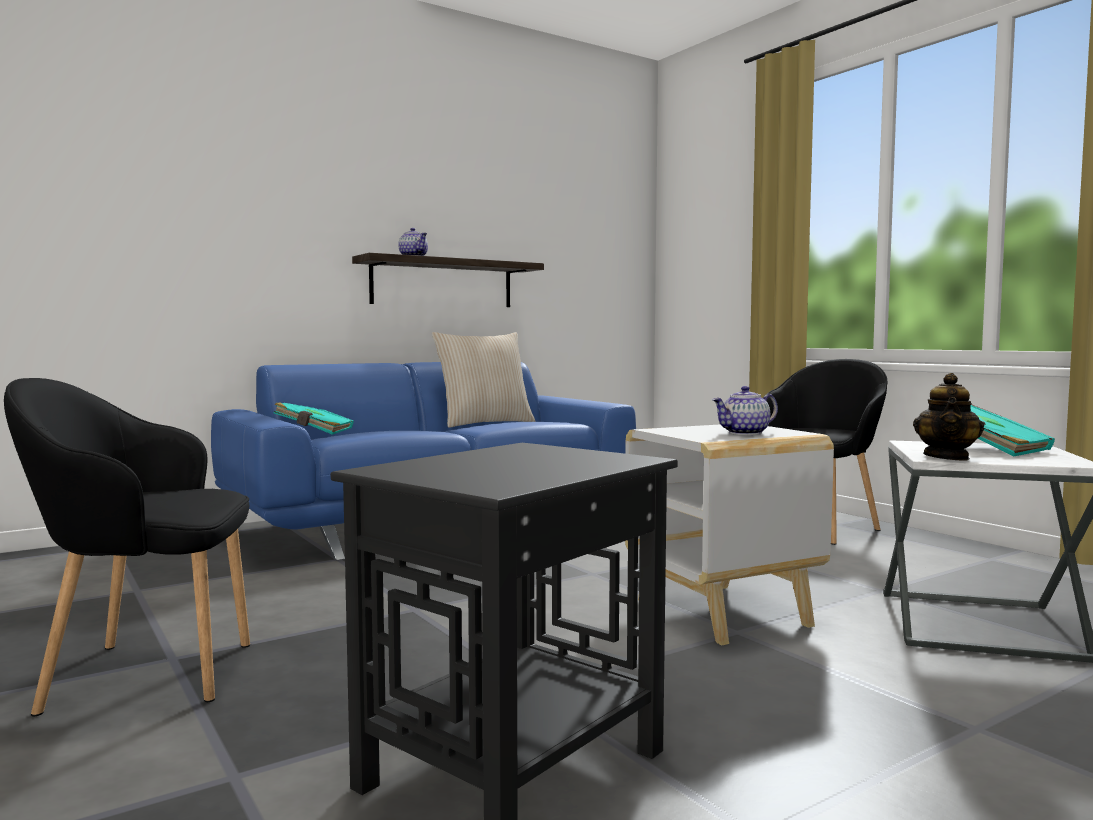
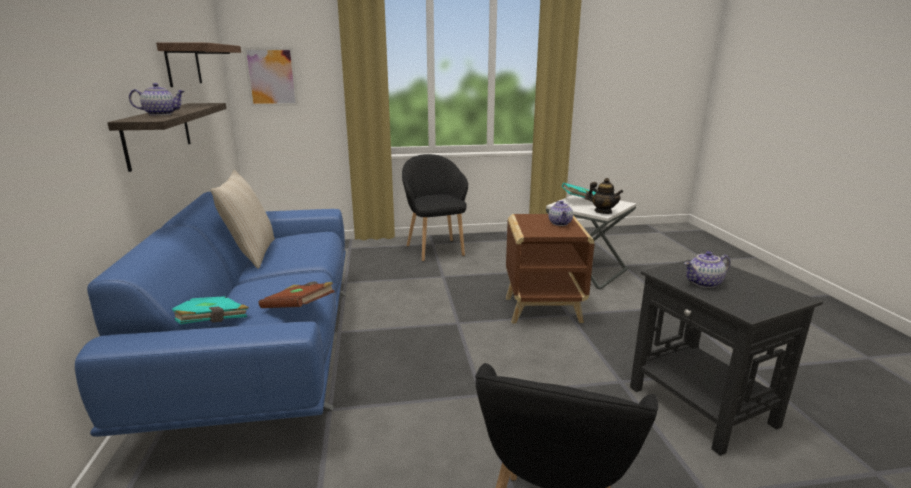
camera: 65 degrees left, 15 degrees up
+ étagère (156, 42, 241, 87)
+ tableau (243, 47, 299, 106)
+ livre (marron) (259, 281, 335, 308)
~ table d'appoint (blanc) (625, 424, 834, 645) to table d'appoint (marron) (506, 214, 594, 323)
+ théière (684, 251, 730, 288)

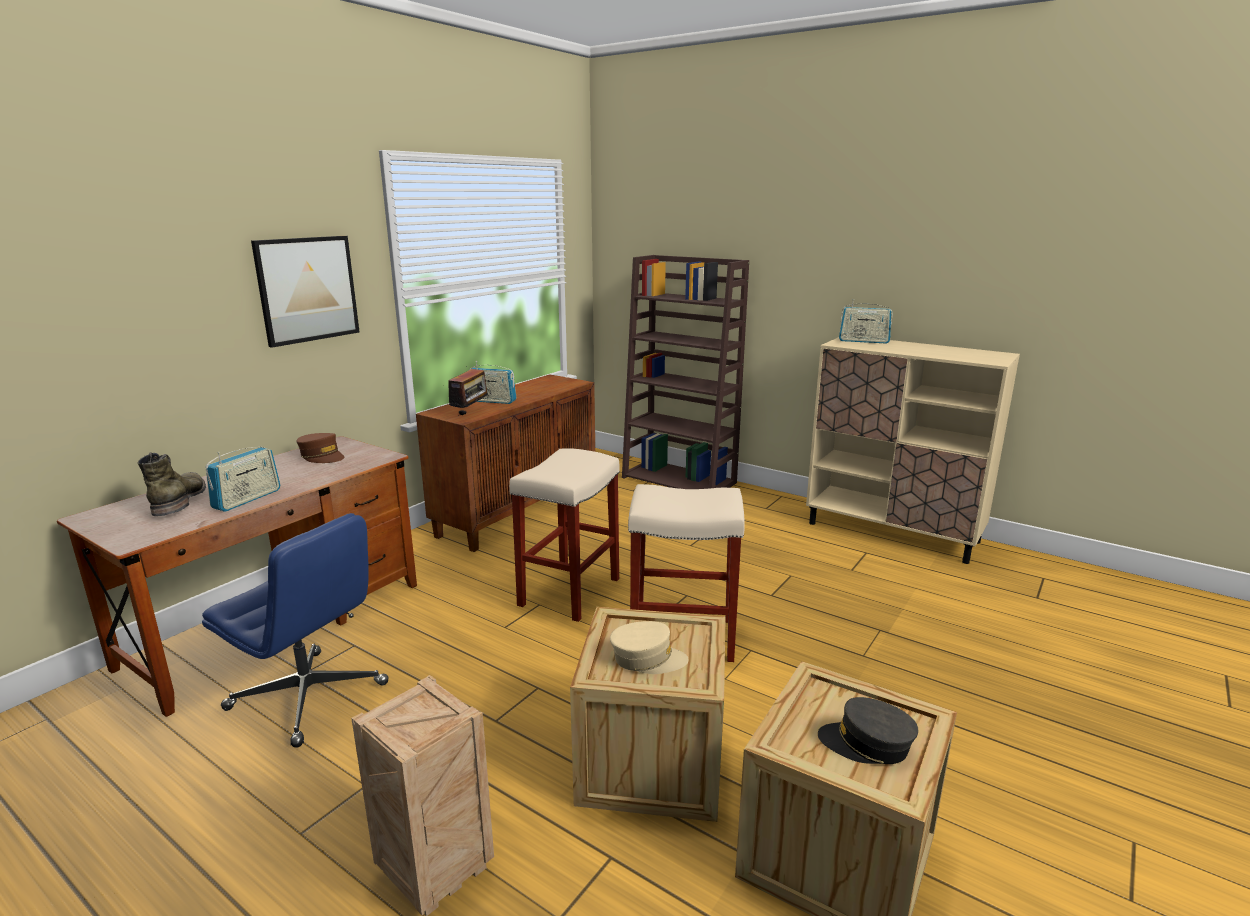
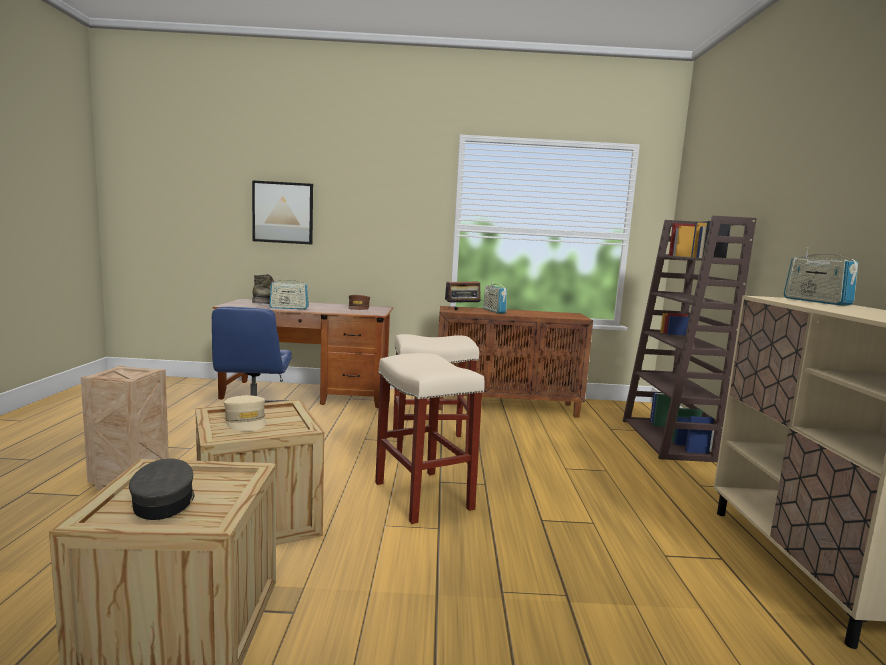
camera: 55 degrees right, 10 degrees down
~ tableau (251, 236, 359, 348) to (252, 180, 313, 244)

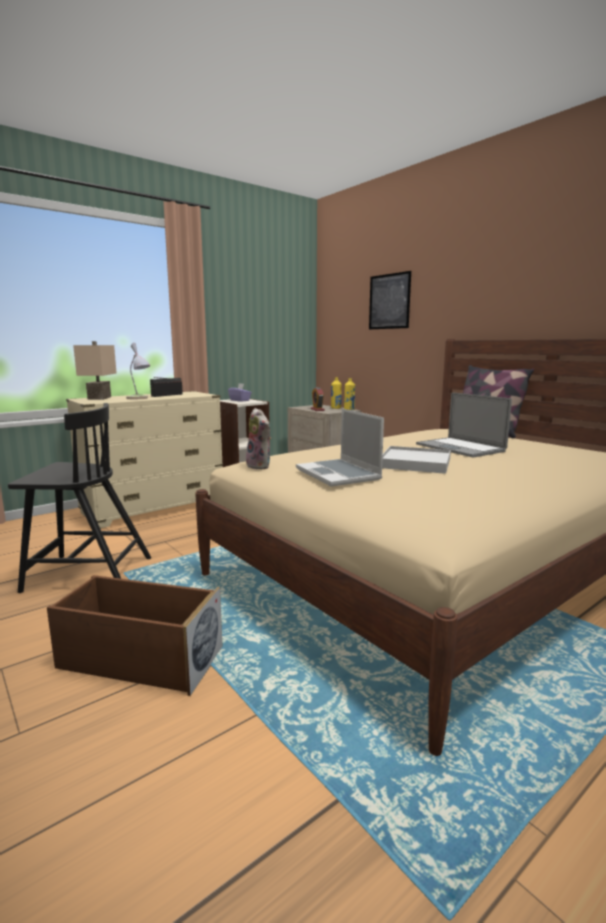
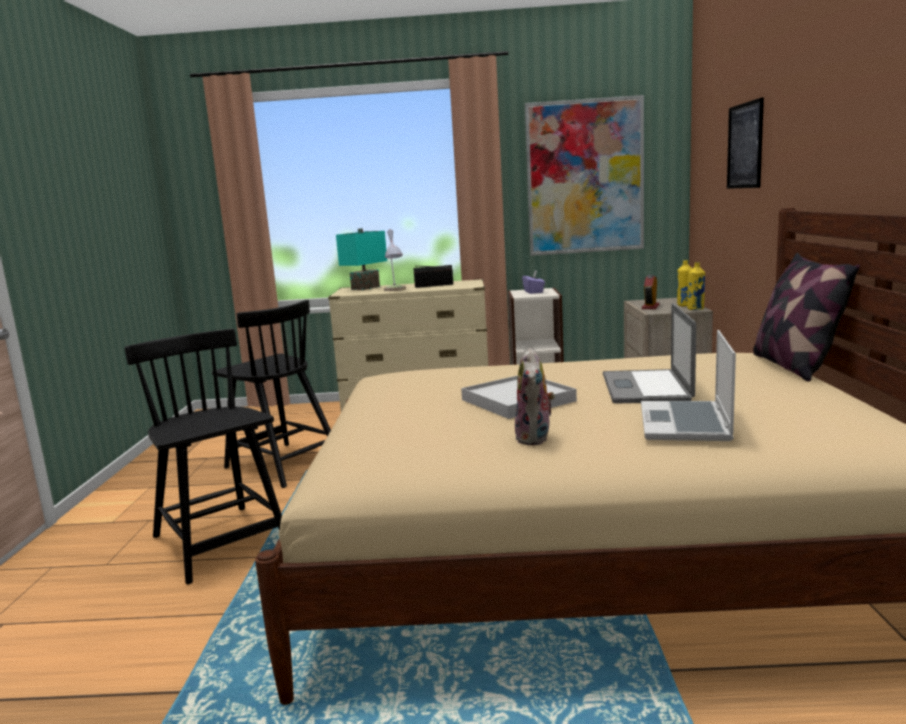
camera: 40 degrees right, 0 degrees up
~ boîte de rangement (marron) (47, 575, 223, 696) to chaise (noir) (124, 329, 282, 584)
~ lampe de table (beige) (73, 341, 117, 400) to lampe de table (turquoise) (336, 228, 387, 290)
~ peluche (246, 408, 271, 469) to (515, 348, 555, 445)
+ tableau (525, 95, 644, 256)
~ ordinateur portable (296, 408, 384, 487) to (641, 330, 736, 441)

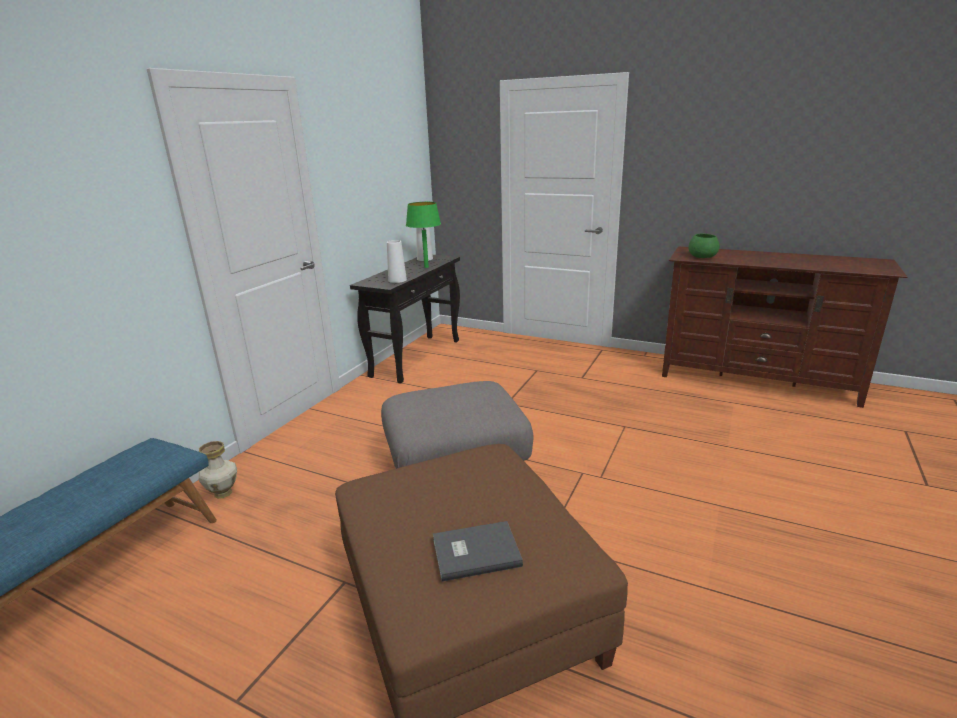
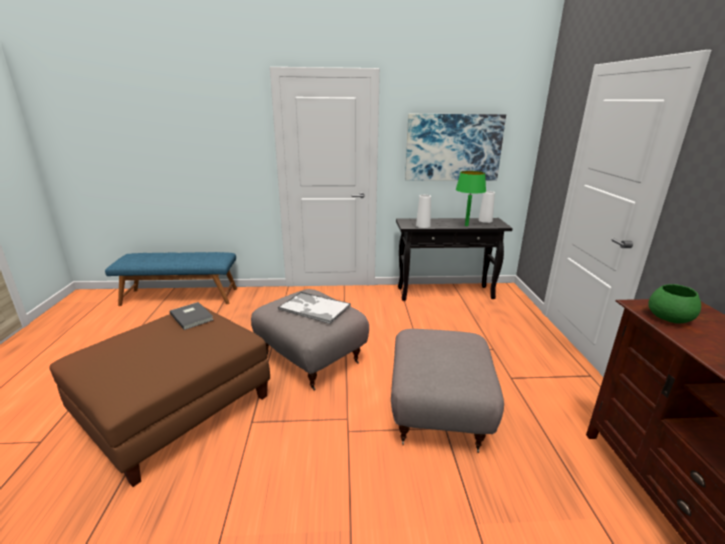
camera: 60 degrees right, 0 degrees up
~ livre (gris) (433, 521, 523, 582) to (170, 302, 214, 330)
+ plateau (278, 291, 351, 324)
+ pouf (gris) (391, 329, 504, 453)
+ tableau (405, 114, 506, 181)
- vase (199, 441, 237, 499)

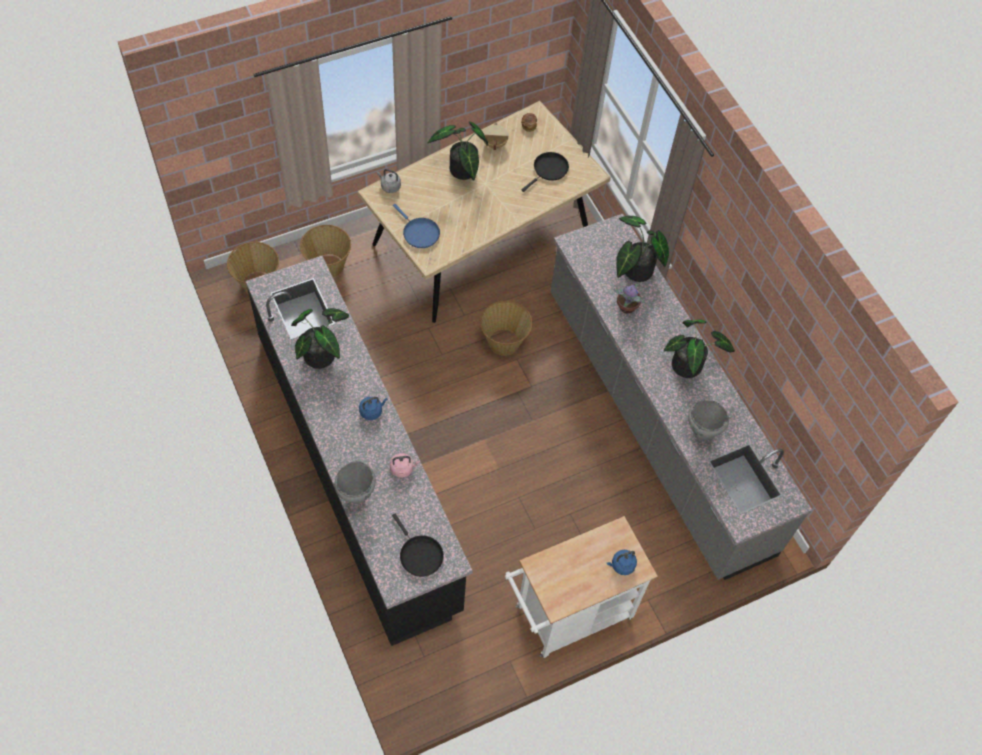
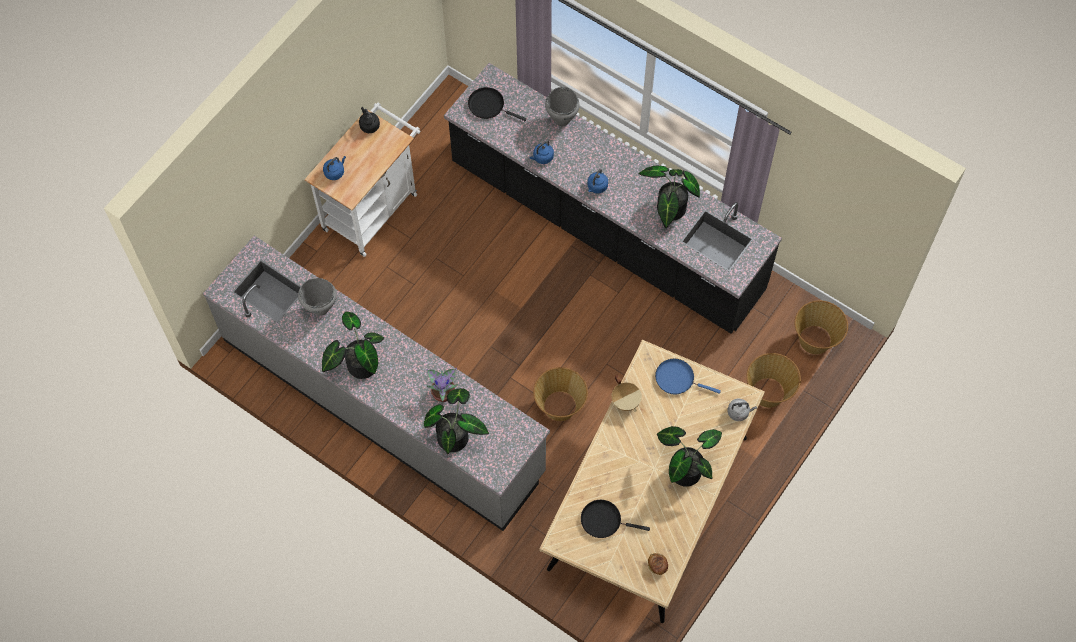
camera: 155 degrees right, 5 degrees up
+ bouilloire (noir) (359, 107, 380, 133)
~ bouilloire (rose) (390, 453, 420, 477) to bouilloire (bleu) (529, 140, 554, 164)
~ poêle (noir) (522, 152, 569, 192) = (581, 500, 650, 538) 90 degrees clockwise
~ marmite (beige) (482, 122, 509, 150) to (612, 375, 642, 412)

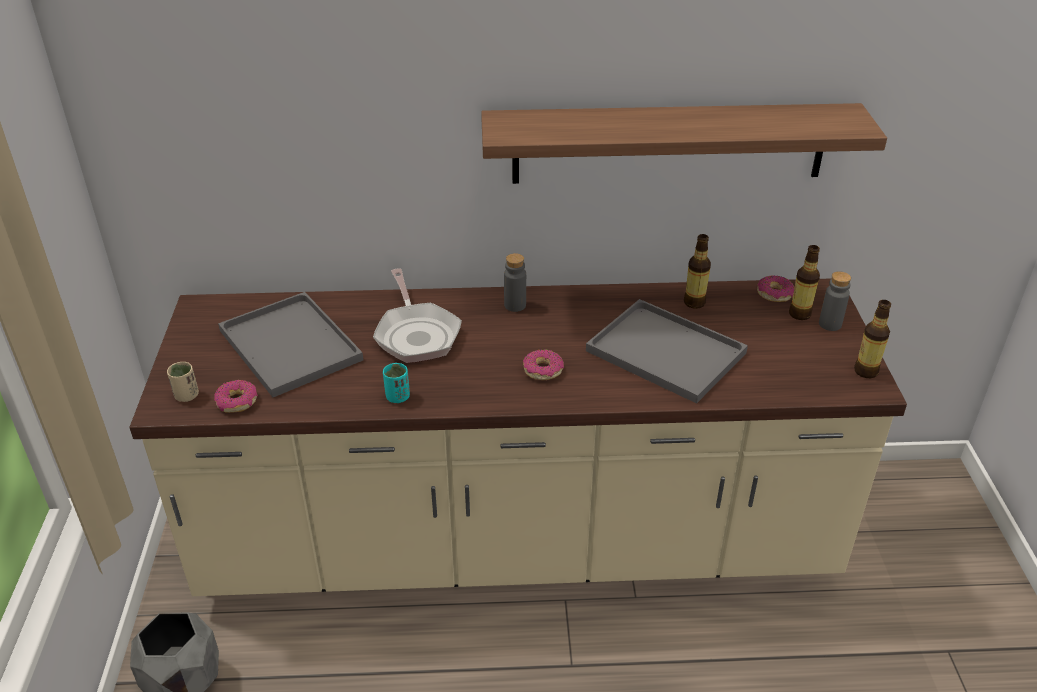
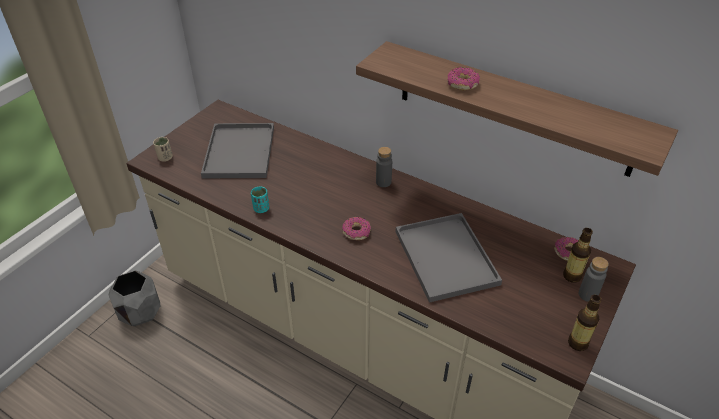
camera: 35 degrees right, 5 degrees up
~ beignet (214, 380, 258, 413) to (447, 67, 480, 90)
- poêle (373, 268, 462, 363)
- bouteille (684, 234, 711, 309)

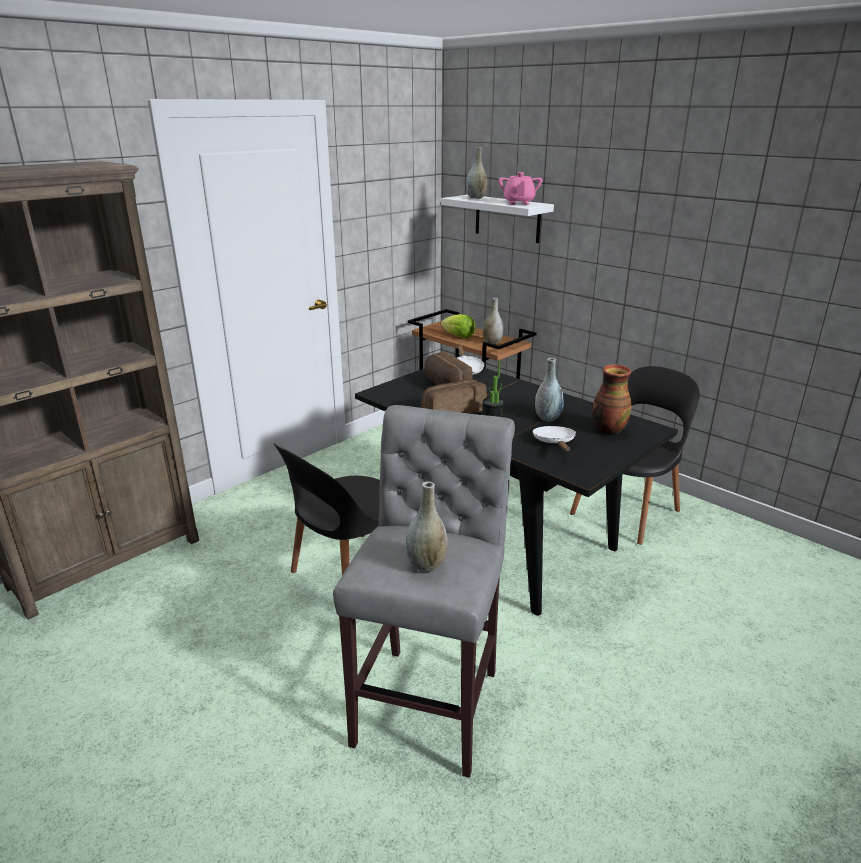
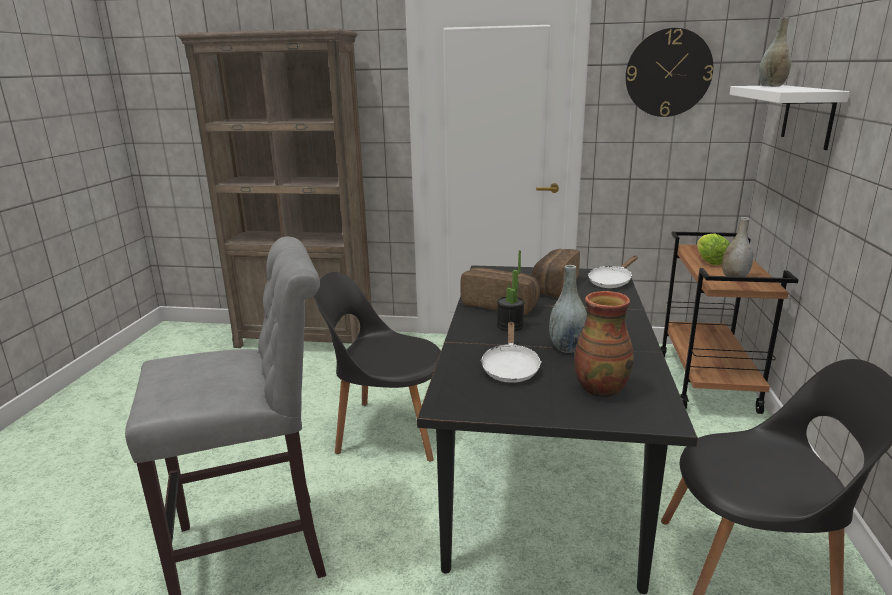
camera: 55 degrees right, 5 degrees down
~ poêle (blanc) (533, 426, 576, 451) = (480, 322, 541, 383) 135 degrees clockwise
+ horloge murale (625, 28, 713, 117)
- vase (gris) (406, 481, 448, 572)
- théière (rose) (498, 172, 543, 205)

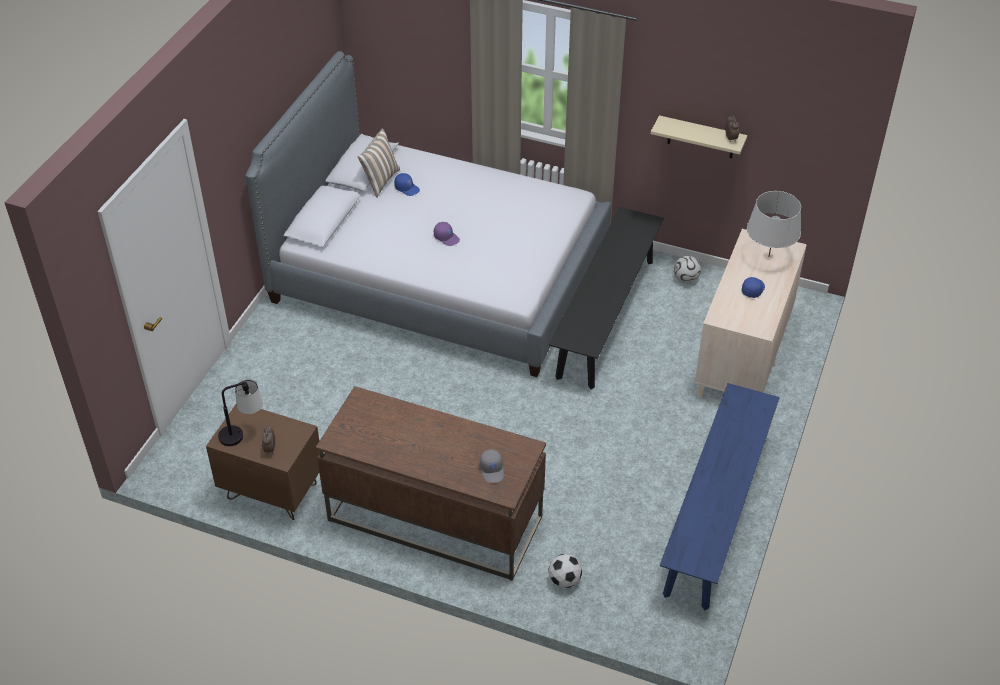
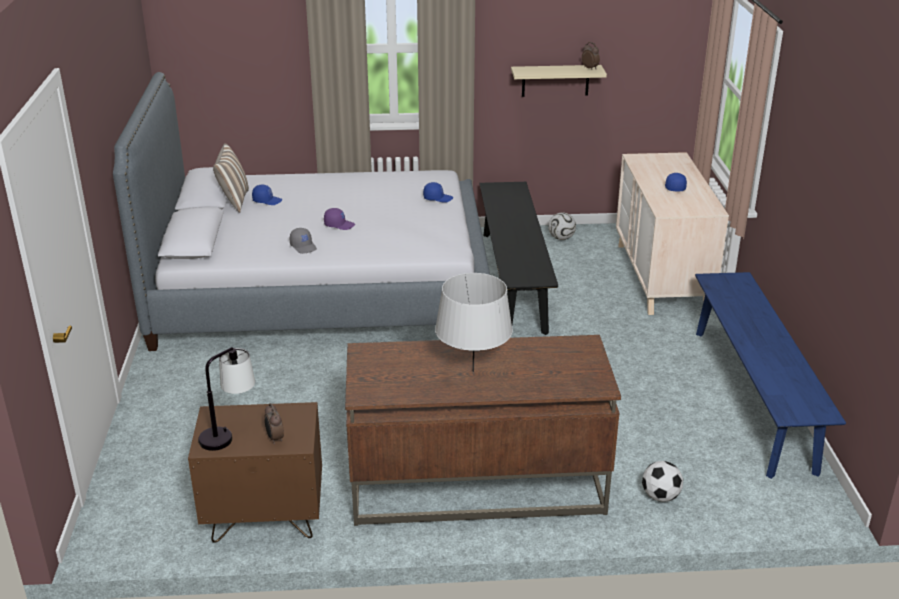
camera: 25 degrees left, 15 degrees down
~ casquette (gris) (480, 449, 504, 483) to (290, 228, 317, 254)
+ casquette (bleu) (423, 182, 453, 203)
~ lampe de table (gris) (747, 191, 801, 256) to (435, 273, 513, 372)

